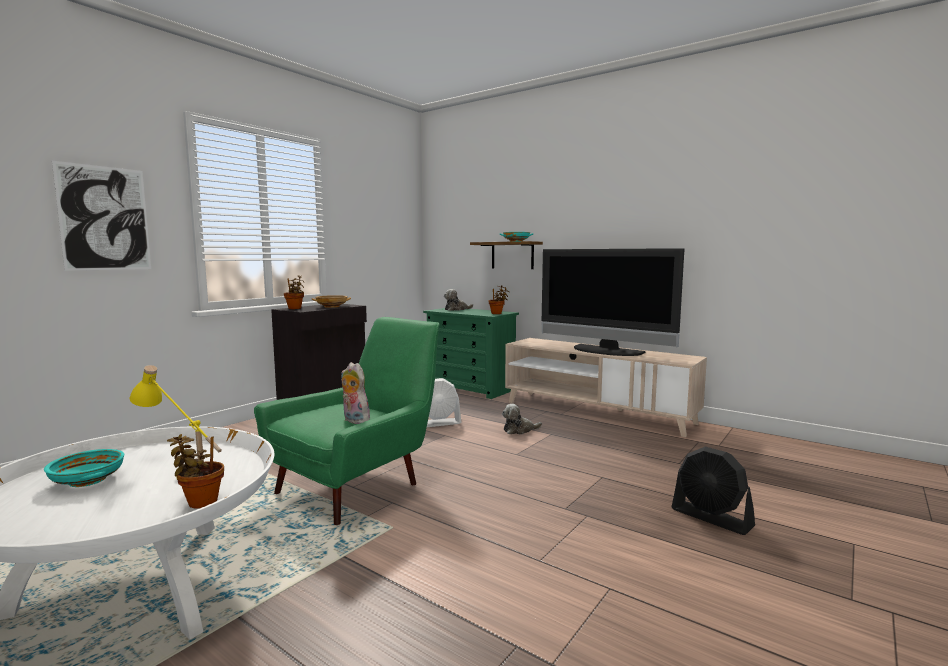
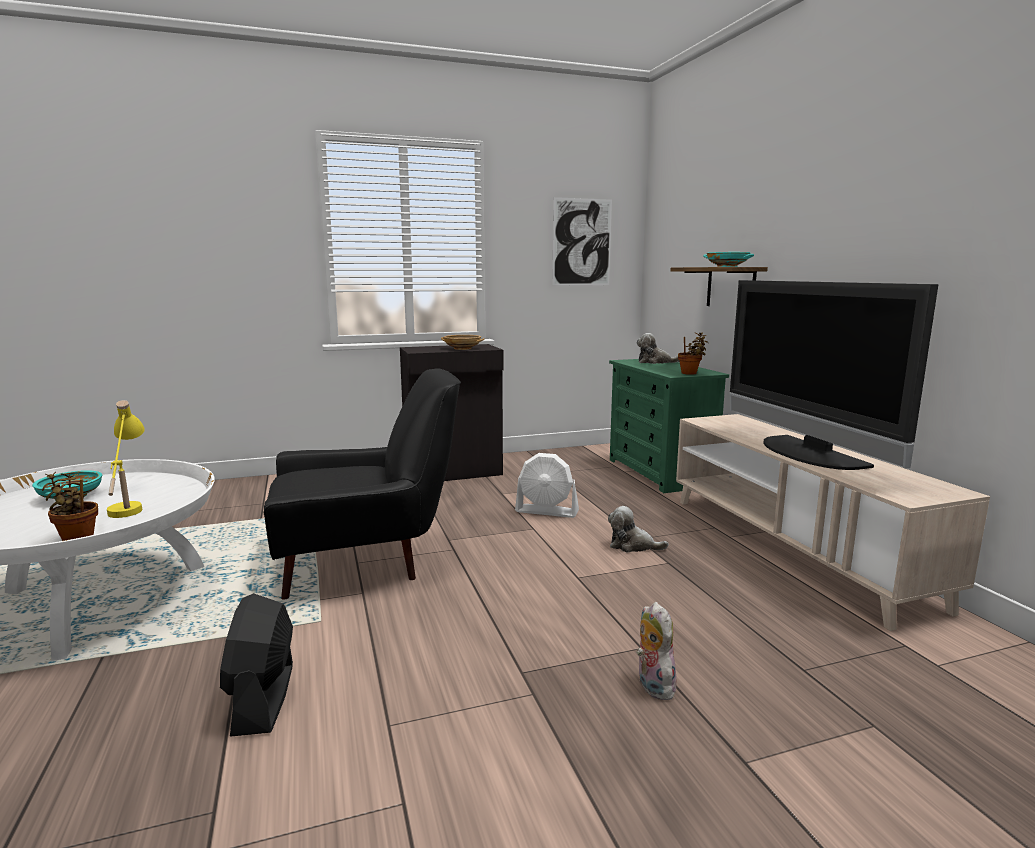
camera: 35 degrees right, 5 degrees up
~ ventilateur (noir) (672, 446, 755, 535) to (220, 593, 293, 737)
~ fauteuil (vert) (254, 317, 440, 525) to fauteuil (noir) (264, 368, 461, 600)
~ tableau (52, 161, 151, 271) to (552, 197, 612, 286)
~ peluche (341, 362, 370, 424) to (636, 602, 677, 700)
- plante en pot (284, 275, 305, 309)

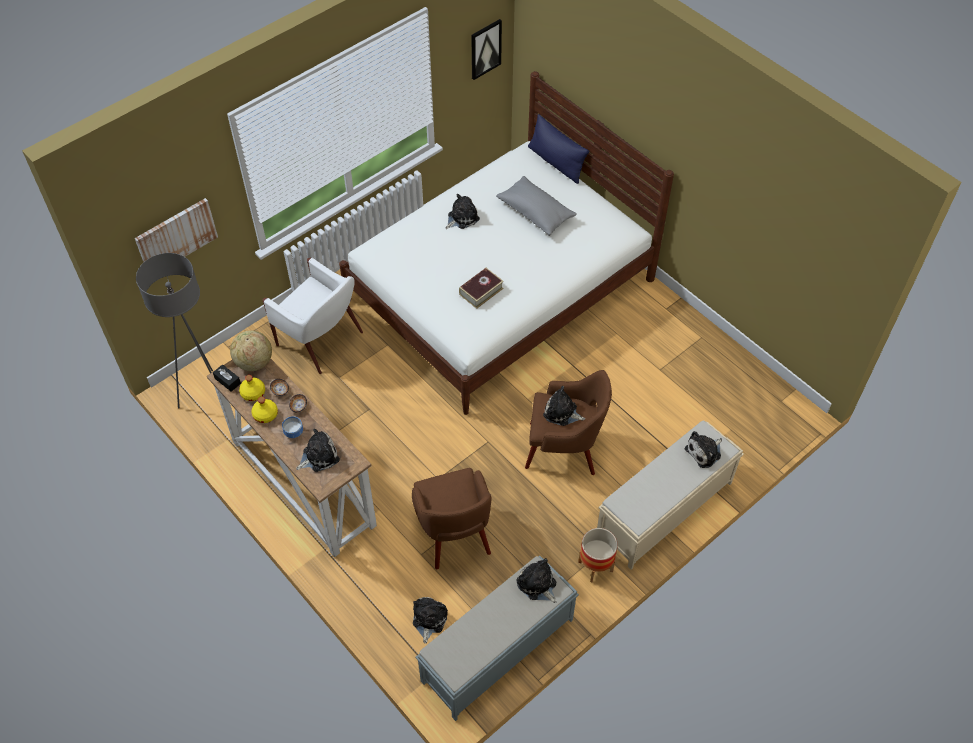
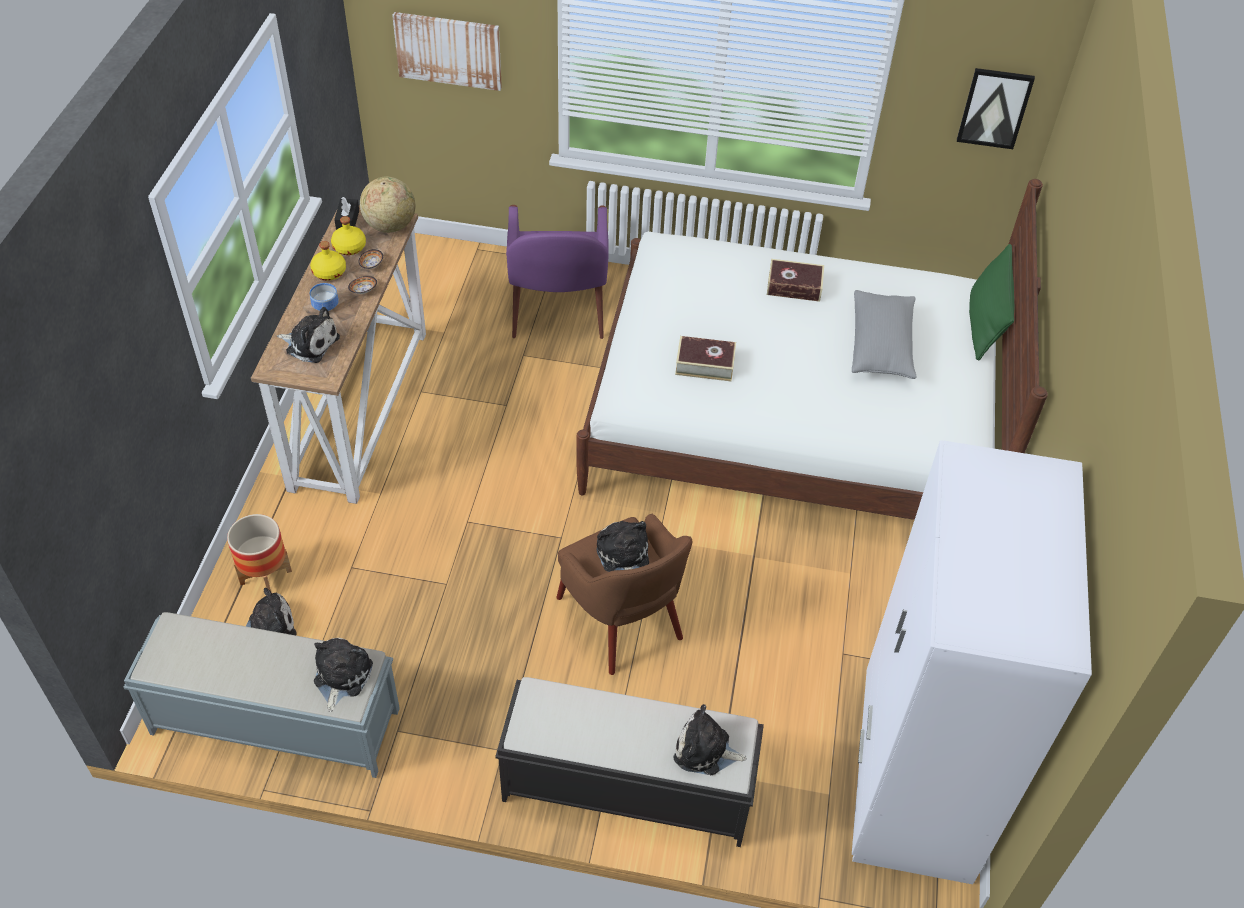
camera: 50 degrees right, 5 degrees down
~ cache-pot (578, 528, 618, 582) to (227, 514, 292, 593)
~ banc (beige) (597, 421, 744, 570) to banc (noir) (495, 677, 764, 847)
~ fauteuil (blanc) (262, 258, 363, 374) to fauteuil (violet) (506, 205, 609, 339)
~ peluche (445, 194, 480, 229) to livre (767, 259, 824, 302)
+ armoire (blanc) (852, 440, 1092, 884)
~ coussin (bleu) (528, 114, 589, 184) to coussin (vert) (969, 244, 1014, 361)
- lampadaire (gris) (136, 253, 213, 408)
- fauteuil (marron) (412, 468, 492, 569)

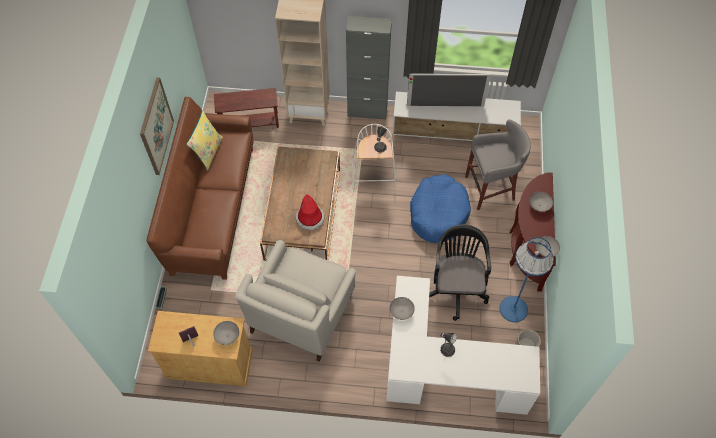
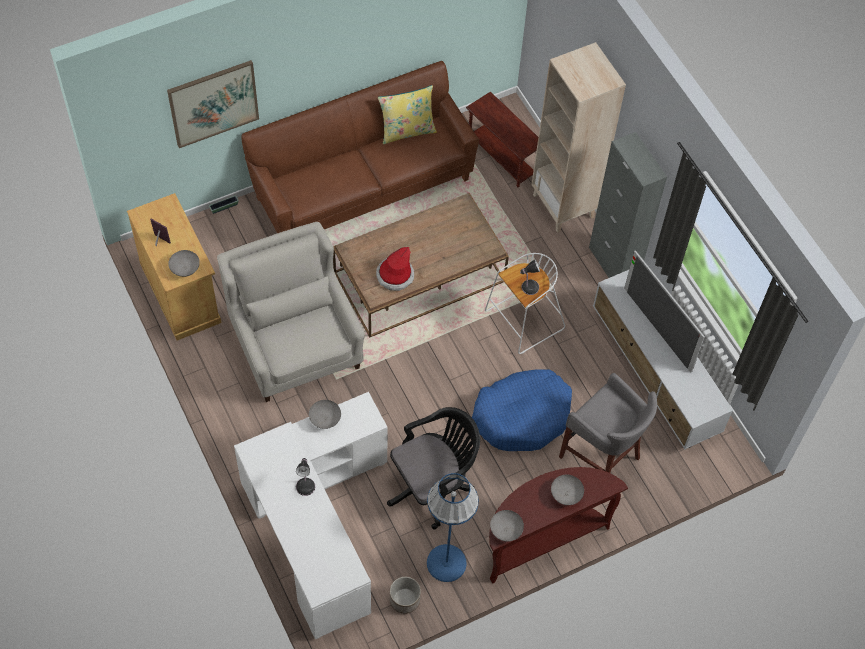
camera: 55 degrees right, 0 degrees up
~ tableau (140, 77, 174, 175) to (167, 60, 259, 148)
~ fauteuil (blanc) (235, 240, 357, 362) = (217, 222, 365, 402) 75 degrees clockwise

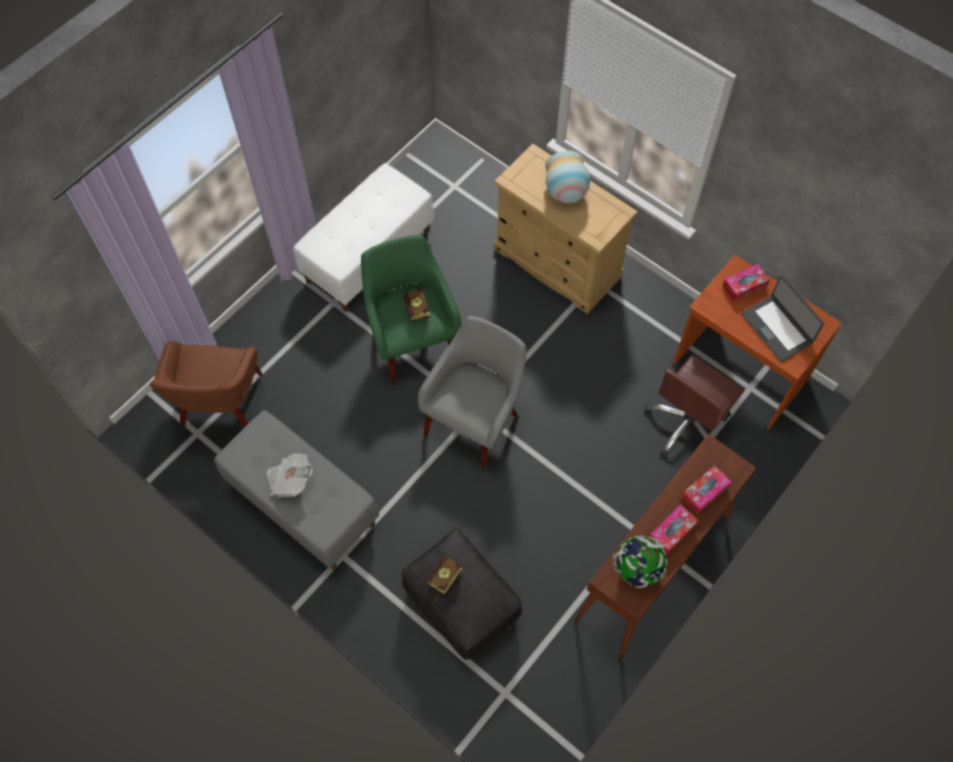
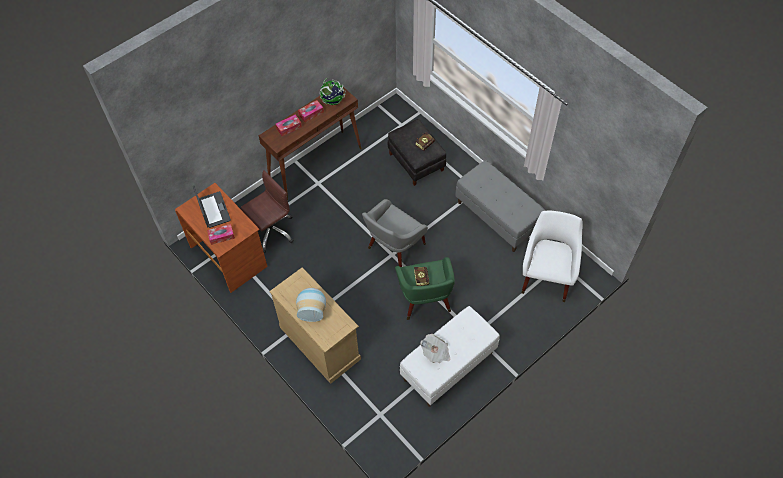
camera: 170 degrees left, 5 degrees down
~ journal (267, 453, 312, 497) to (421, 334, 450, 363)
~ fauteuil (marron) (149, 341, 263, 429) to fauteuil (blanc) (522, 210, 582, 302)

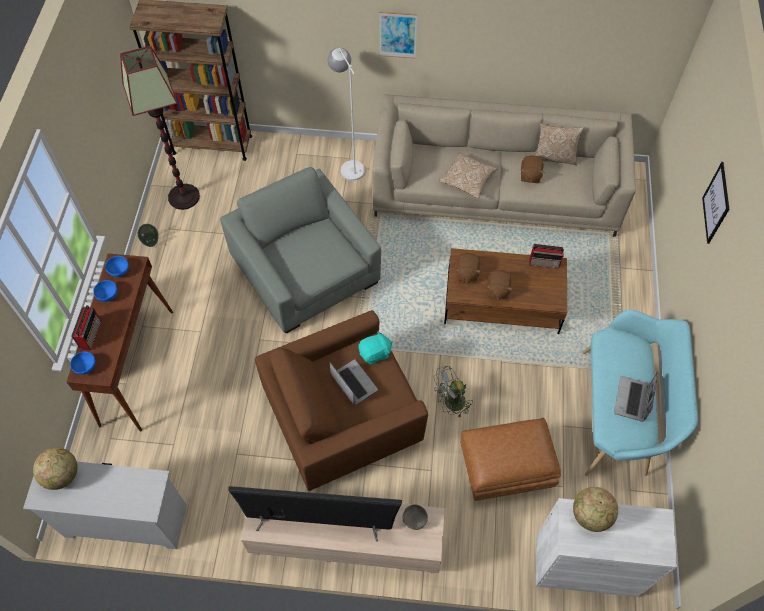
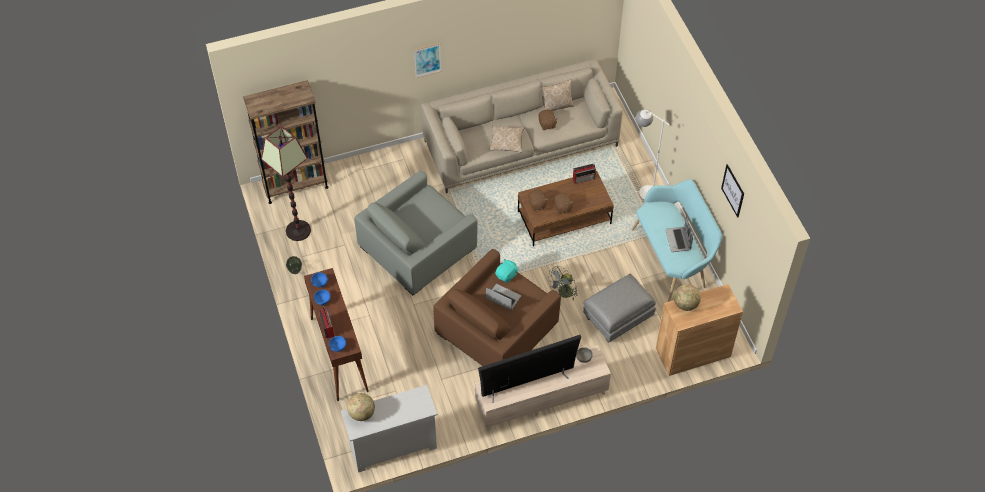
camera: 25 degrees left, 5 degrees down
~ fauteuil (gris) (220, 167, 381, 333) = (354, 171, 478, 295) 75 degrees counterclockwise
~ pouf (marron) (460, 418, 561, 501) to pouf (gris) (583, 274, 656, 343)
~ lampadaire (blanc) (328, 48, 365, 181) to (635, 109, 670, 200)
~ meuble de rangement (blanc) (536, 498, 677, 597) to meuble de rangement (marron) (656, 284, 743, 376)
~ tableau (702, 162, 729, 244) to (721, 164, 744, 218)

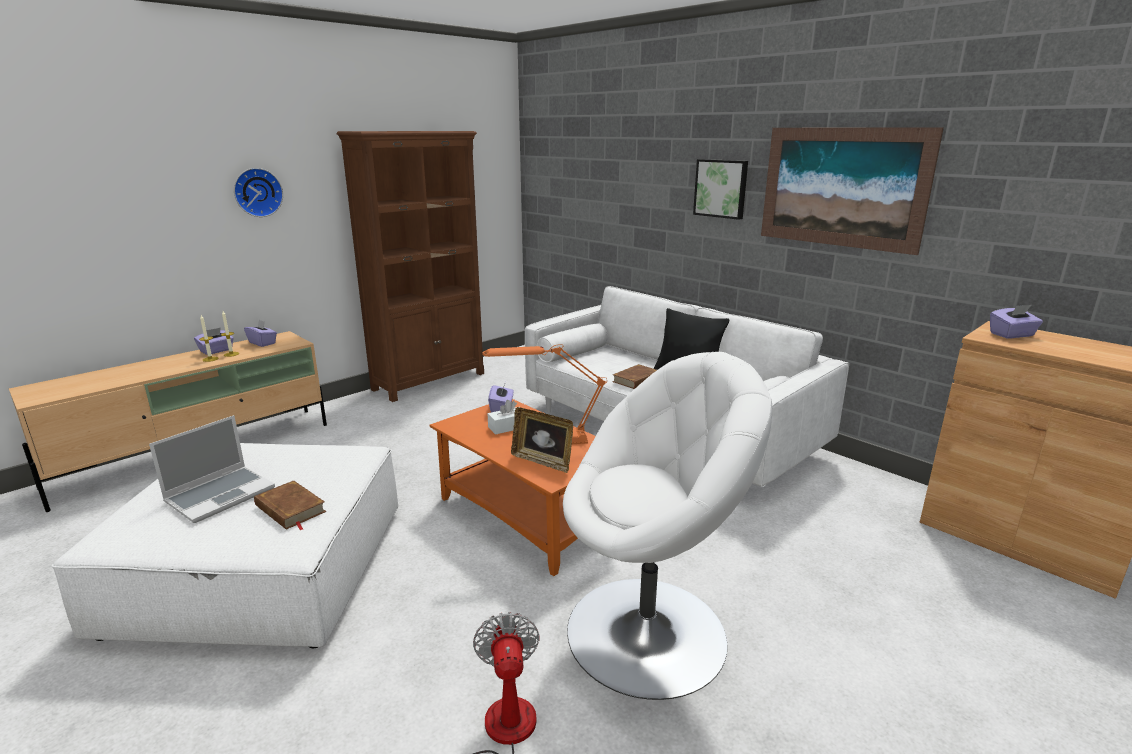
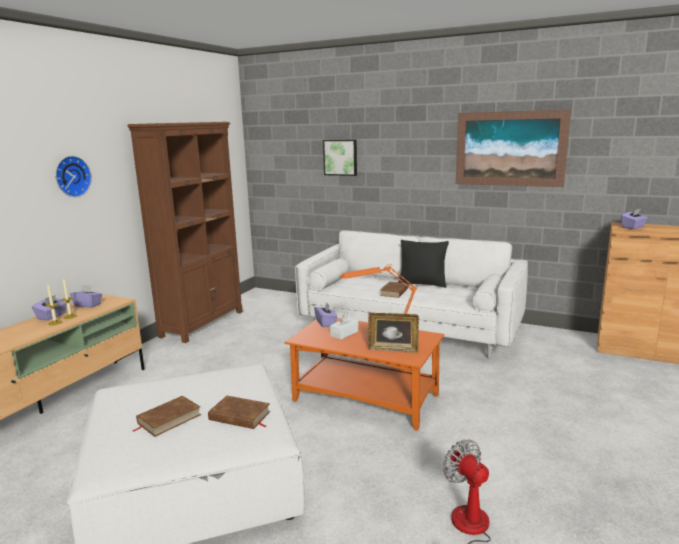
camera: 20 degrees left, 5 degrees down
~ ordinateur portable (149, 415, 275, 523) to livre (marron) (132, 396, 201, 437)
~ tableau (693, 159, 748, 220) to (323, 139, 357, 176)
- fauteuil (blanc) (563, 352, 772, 700)

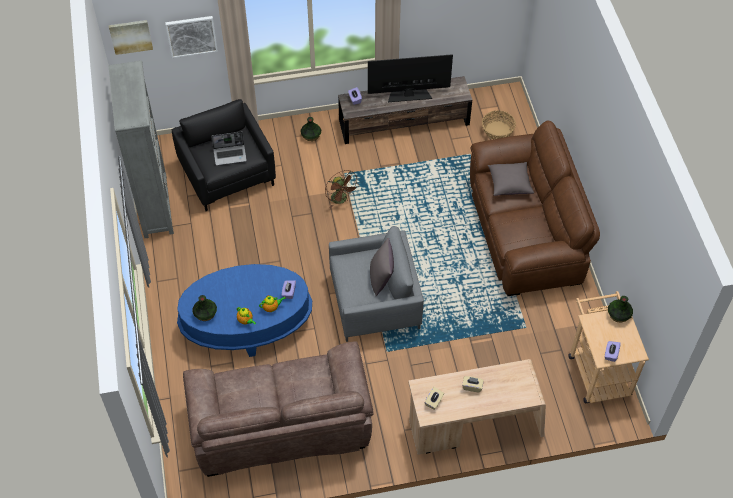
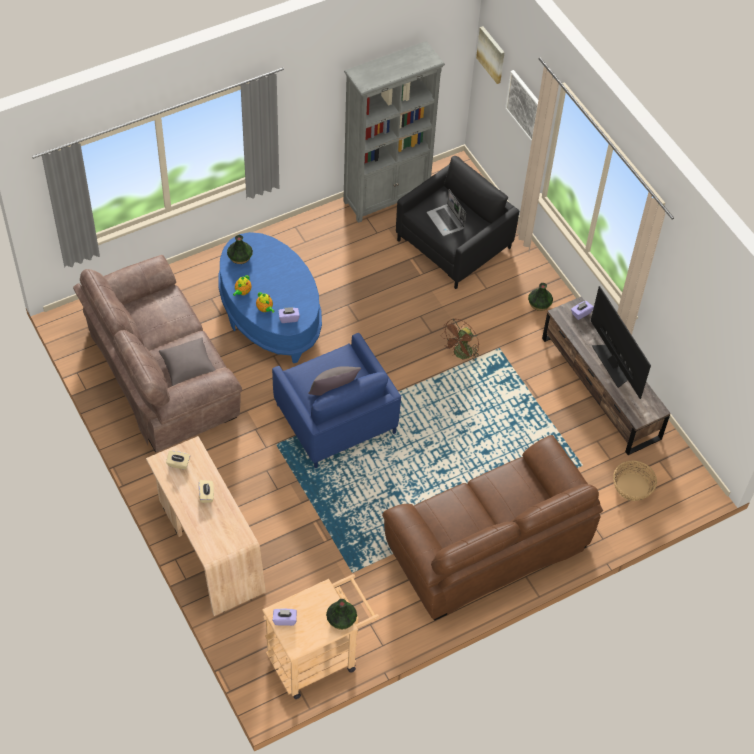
camera: 70 degrees right, 0 degrees up
~ coussin (gris) (488, 162, 534, 196) to (159, 337, 215, 386)
~ fauteuil (gris) (329, 226, 424, 342) to fauteuil (bleu) (272, 333, 401, 468)

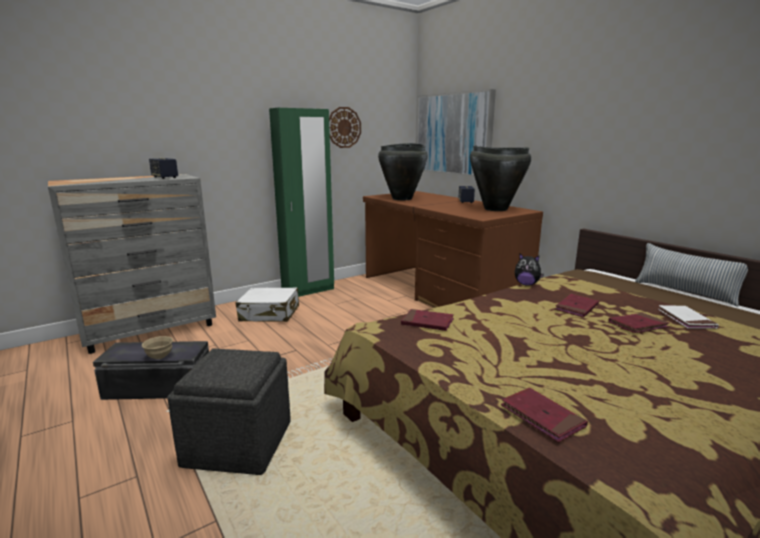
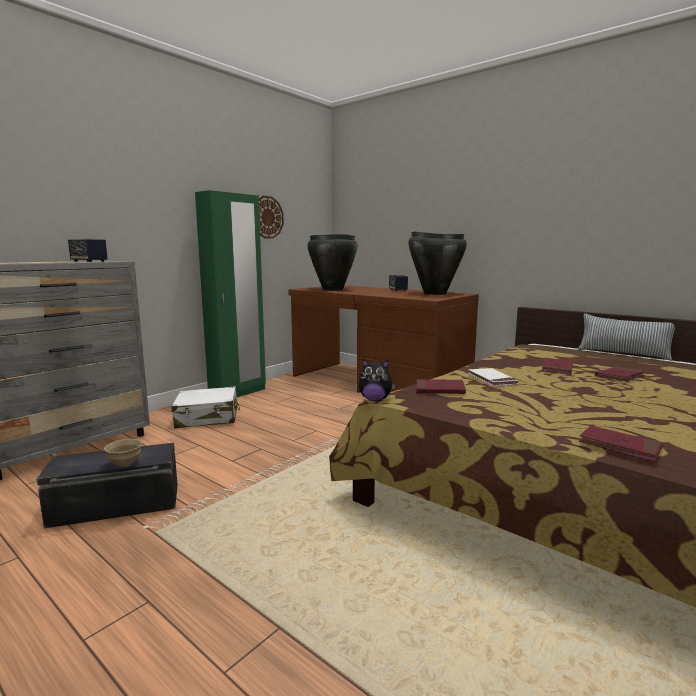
camera: 15 degrees left, 5 degrees down
~ peluche (515, 254, 544, 286) to (358, 359, 396, 401)
~ livre (blanc) (658, 305, 719, 329) to (468, 368, 519, 386)
- pouf (gris) (167, 348, 291, 475)
- tableau (416, 89, 496, 177)

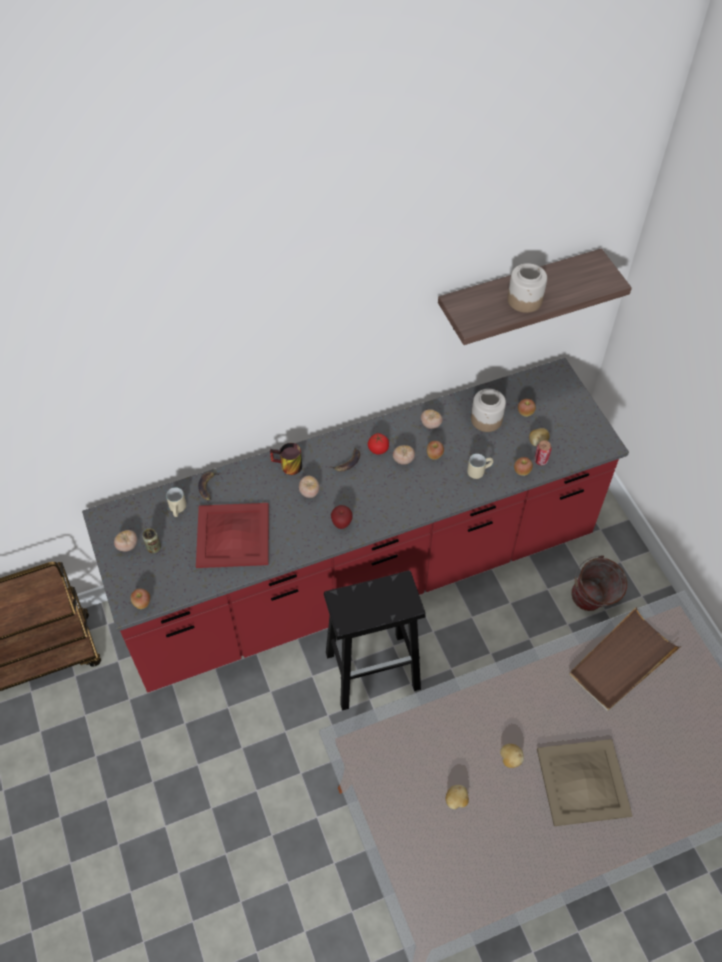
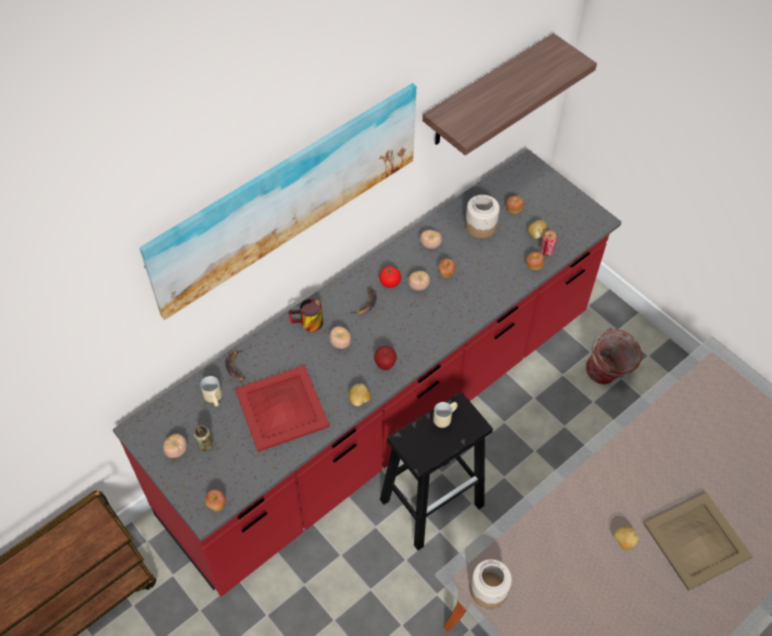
camera: 20 degrees left, 0 degrees up
+ tableau (139, 83, 416, 320)
~ pomme de terre (446, 785, 469, 809) to (349, 384, 371, 406)
~ mug (beige) (467, 454, 493, 479) to (433, 402, 458, 428)
~ bocal (507, 263, 547, 313) to (470, 559, 512, 609)
- plateau (marron) (569, 607, 681, 711)

